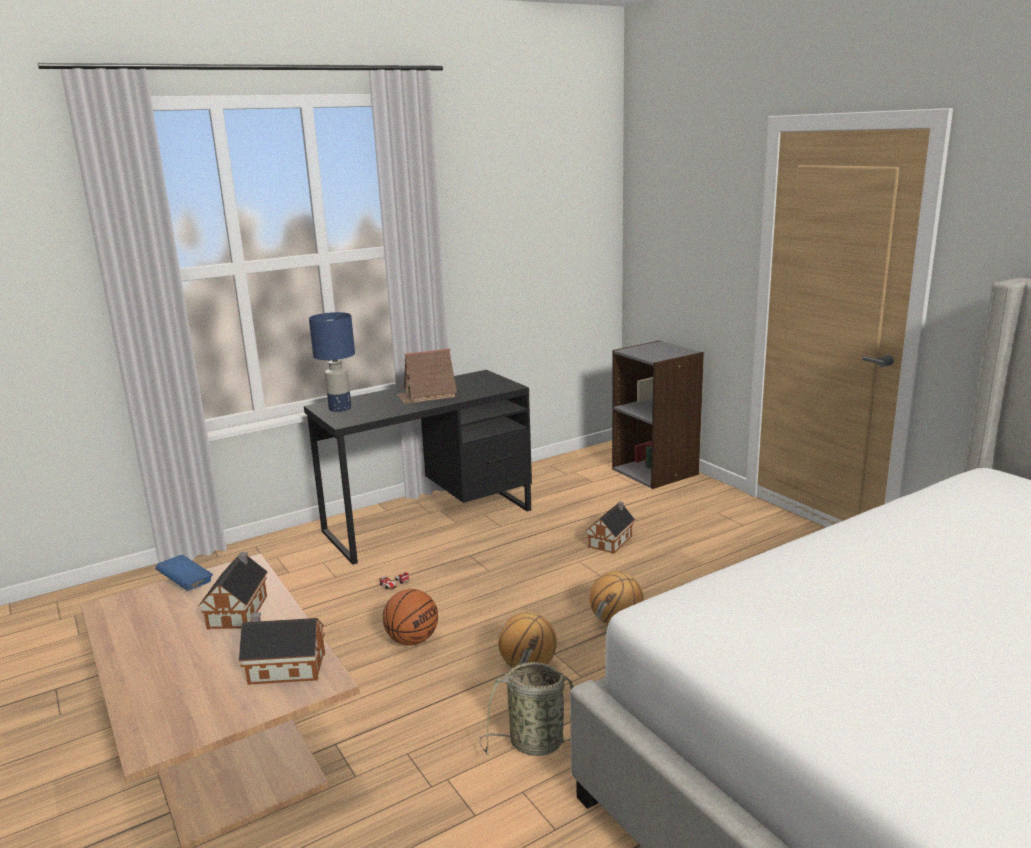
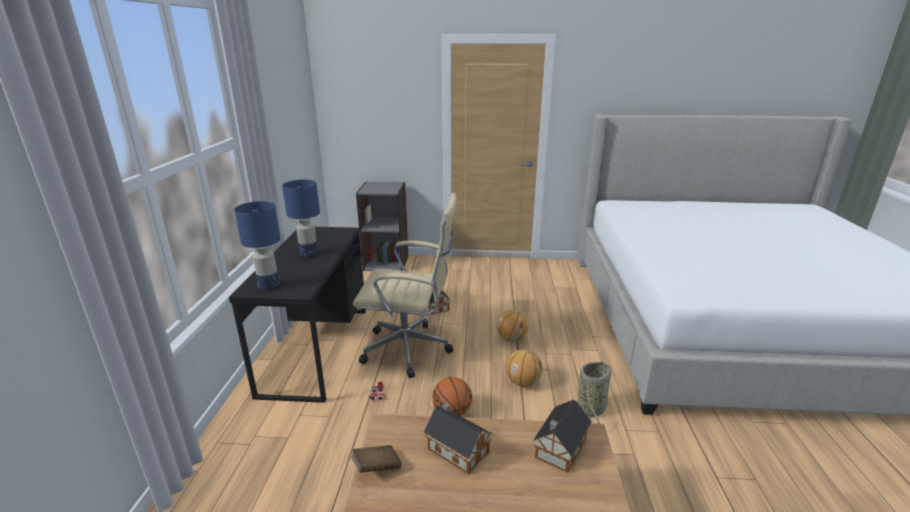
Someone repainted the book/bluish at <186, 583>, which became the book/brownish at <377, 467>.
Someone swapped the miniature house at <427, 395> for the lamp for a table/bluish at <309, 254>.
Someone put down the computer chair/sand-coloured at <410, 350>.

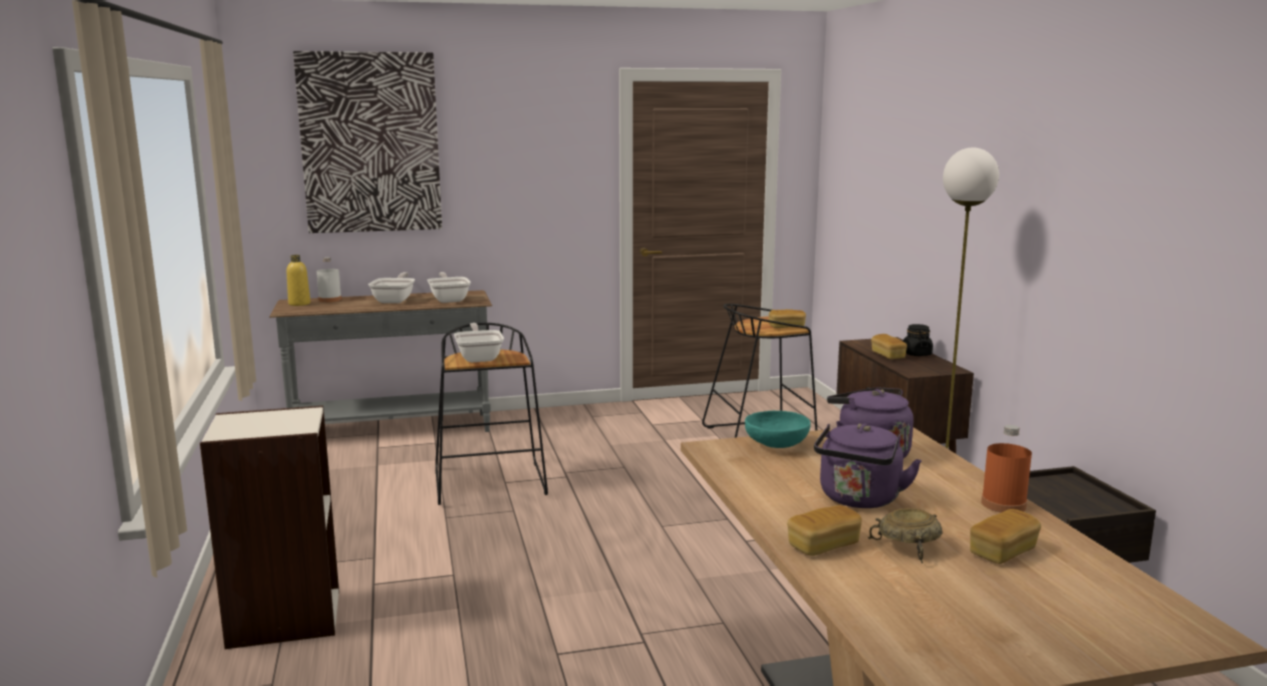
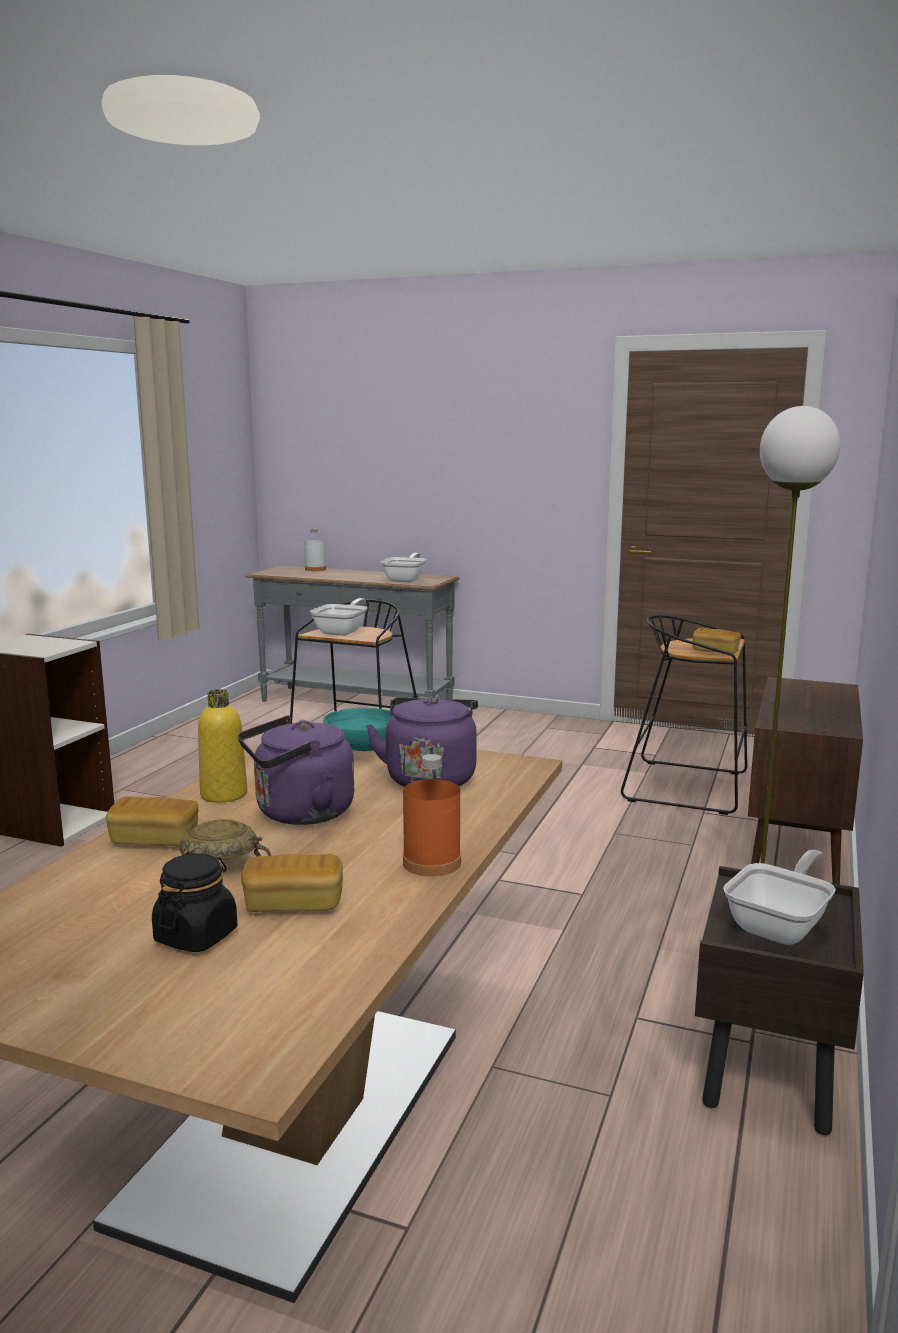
Someone carried the beverage bottle/yellowish from <299, 304> to <224, 794>.
Someone took away the picture at <370, 143>.
Someone carried the skillet from <395, 300> to <781, 926>.
Someone took away the baked bread at <888, 355>.
Someone carried the storage jar/black from <916, 354> to <196, 936>.

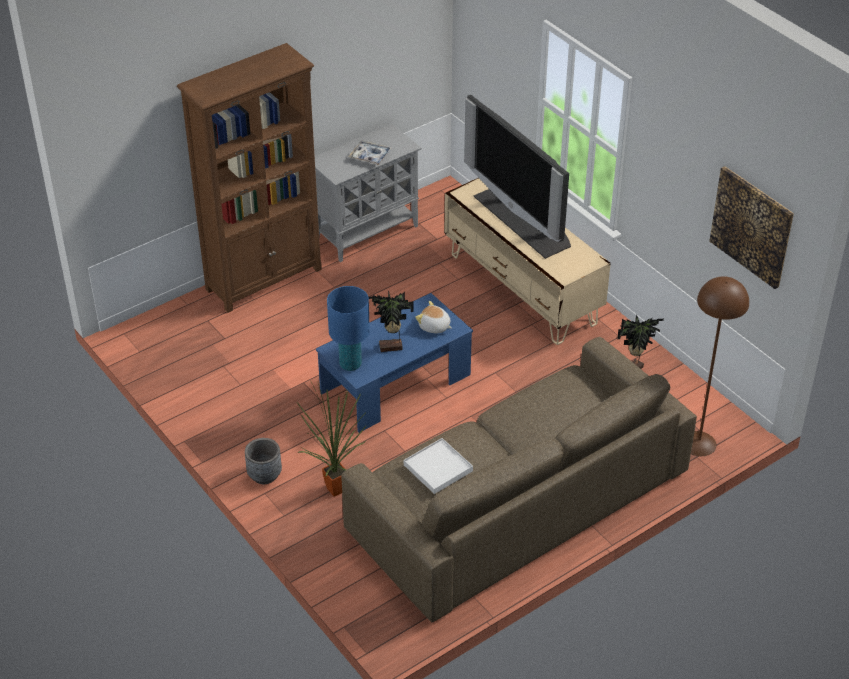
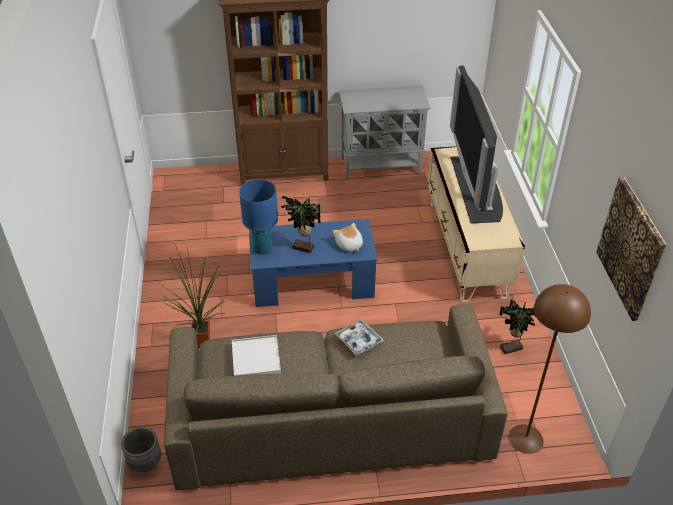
Someone carried the plant pot/grey from <264, 475> to <145, 461>.
Someone carried the serving tray from <370, 156> to <359, 340>.

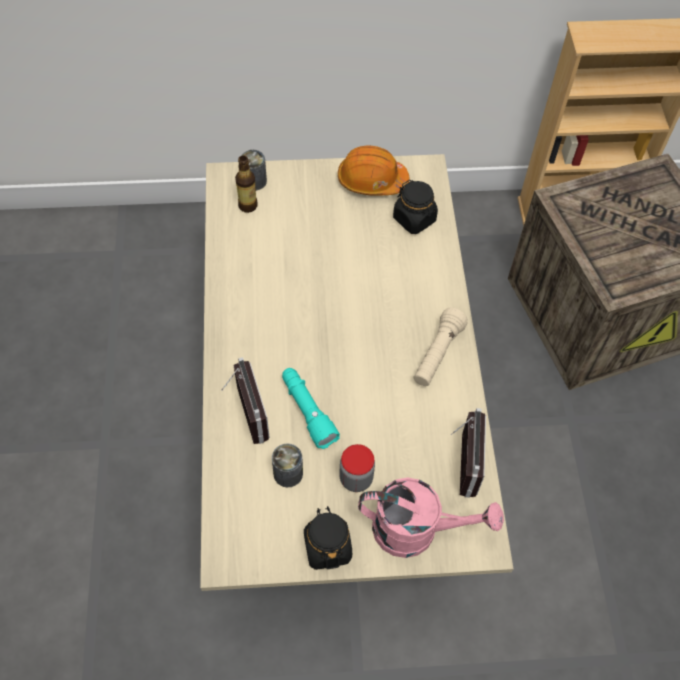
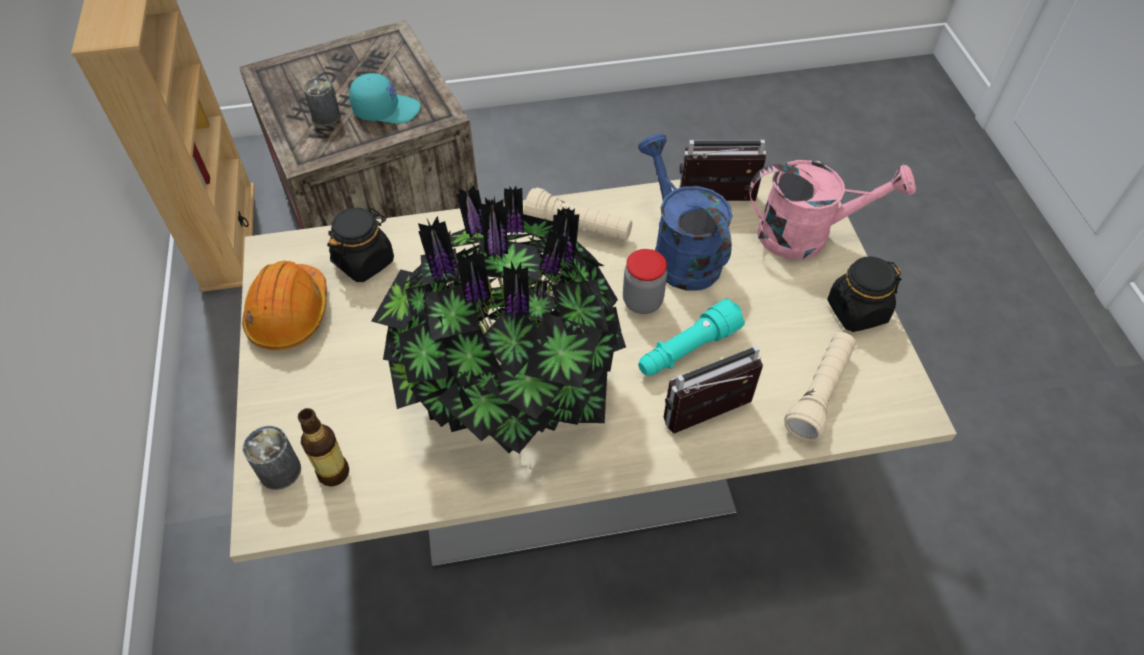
Someone carried the metal can from <288, 473> to <326, 116>.
Someone carried the storage jar from <356, 478> to <642, 301>.
Someone rotated the sprinkling can/pinkish at <417, 530> by 90 degrees clockwise.
Someone put down the cap/blue-green at <386, 109>.
Someone put down the potted plant at <508, 386>.
Someone put down the sprinkling can/bluish at <679, 252>.
Someone put down the torch/sand-coloured at <819, 393>.

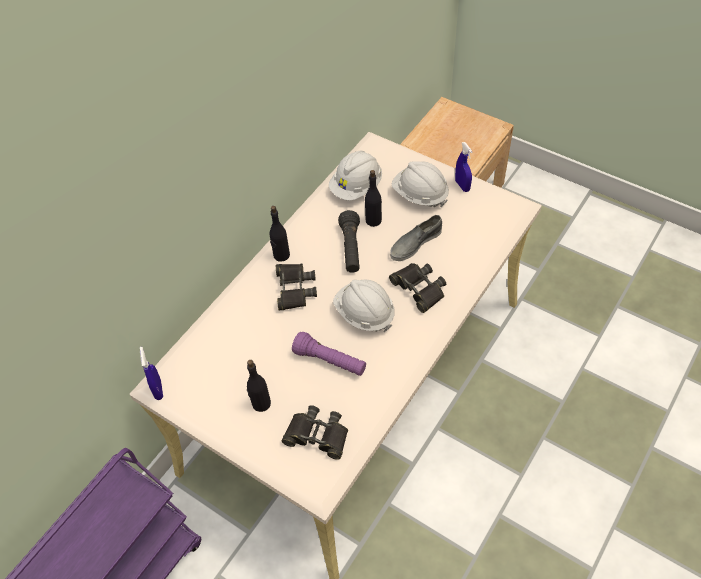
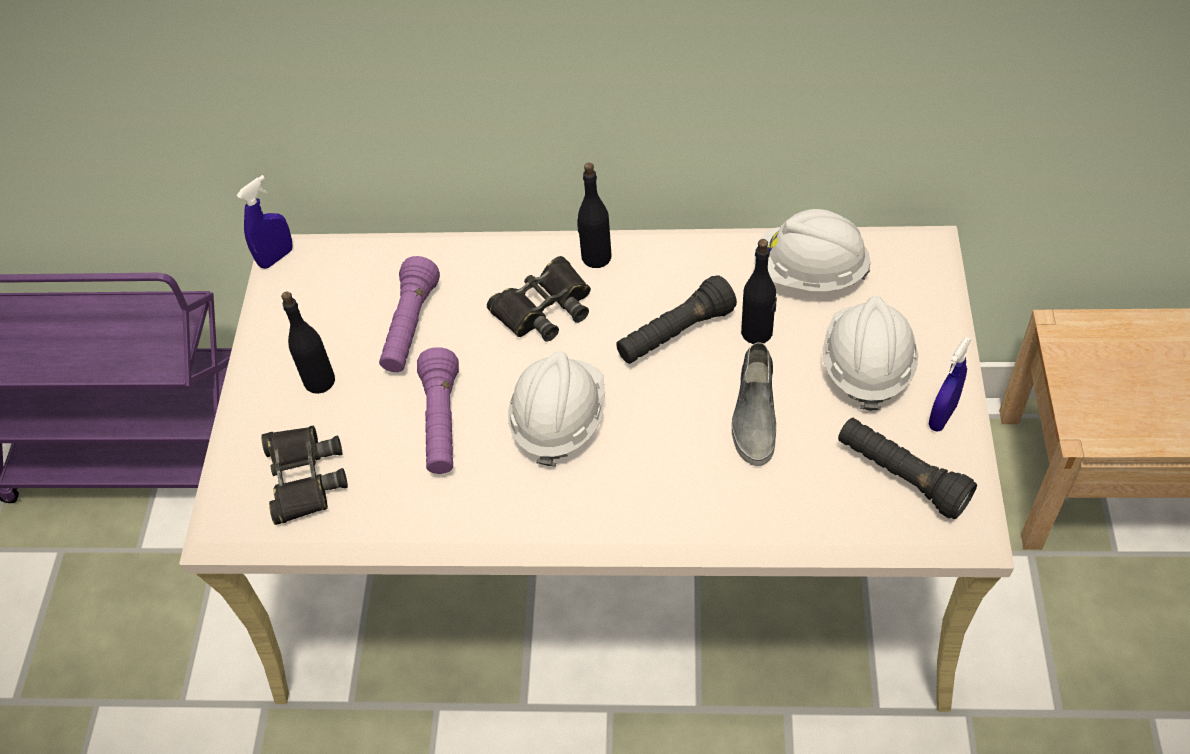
Someone took away the pair of binoculars/black at <419, 289>.
Someone rotated the low shoe/grey at <415, 243> by 105 degrees counterclockwise.
Someone put down the torch/purplish at <410, 327>.
Someone put down the torch/black at <901, 476>.

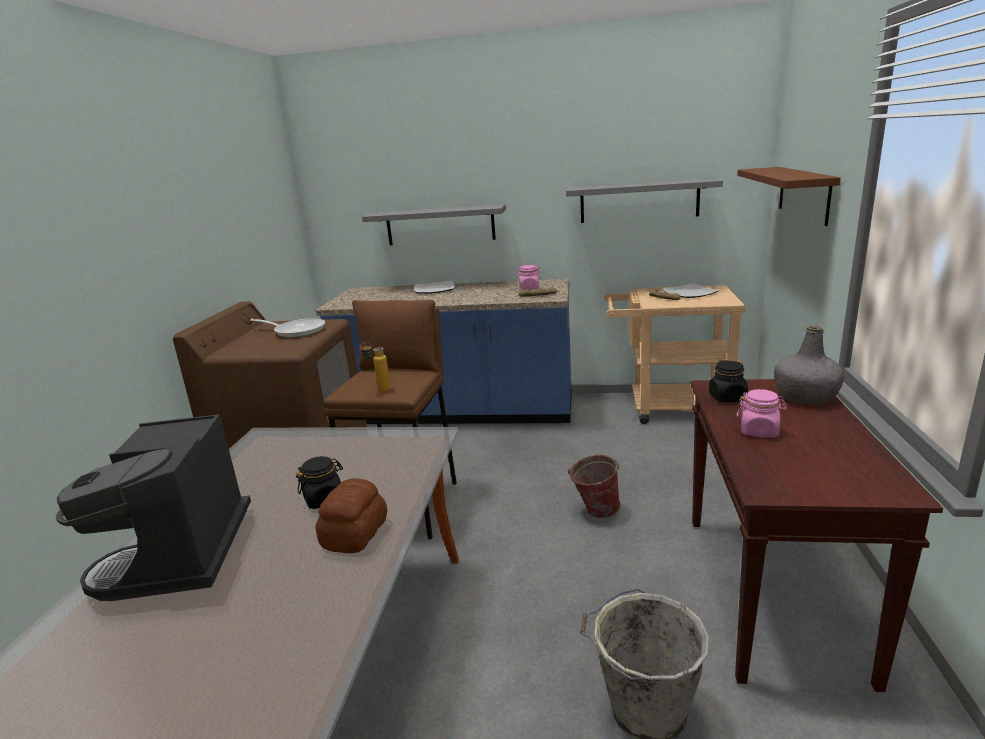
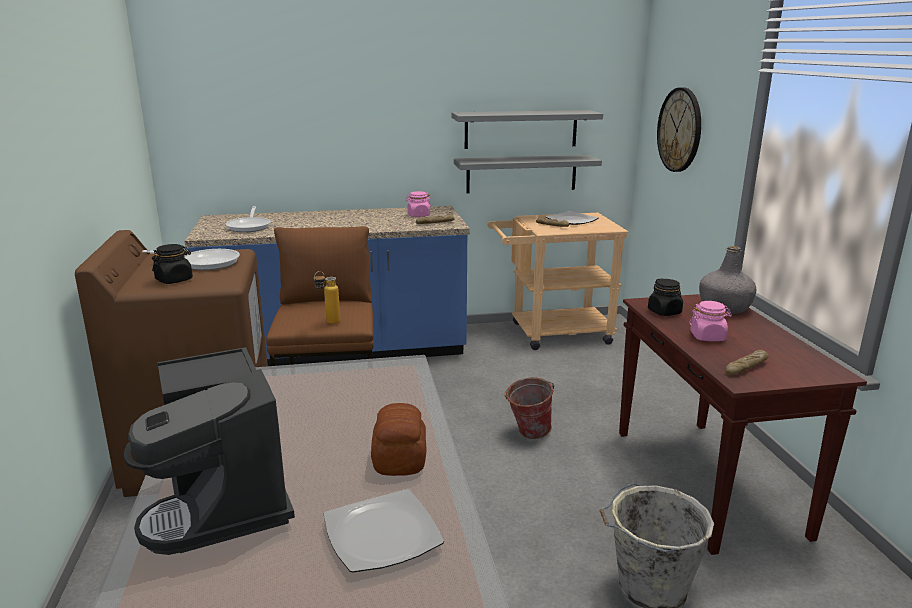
Someone carried the storage jar/black from <324, 499> to <174, 280>.
Someone carried the shelf/grey from <440, 225> to <521, 174>.
Someone carried the flat dish from <435, 289> to <383, 533>.
Someone swapped the shelf/brownish at <803, 194> for the wall clock at <680, 130>.
Someone put down the skillet at <250, 226>.
Someone put down the baked bread at <746, 367>.

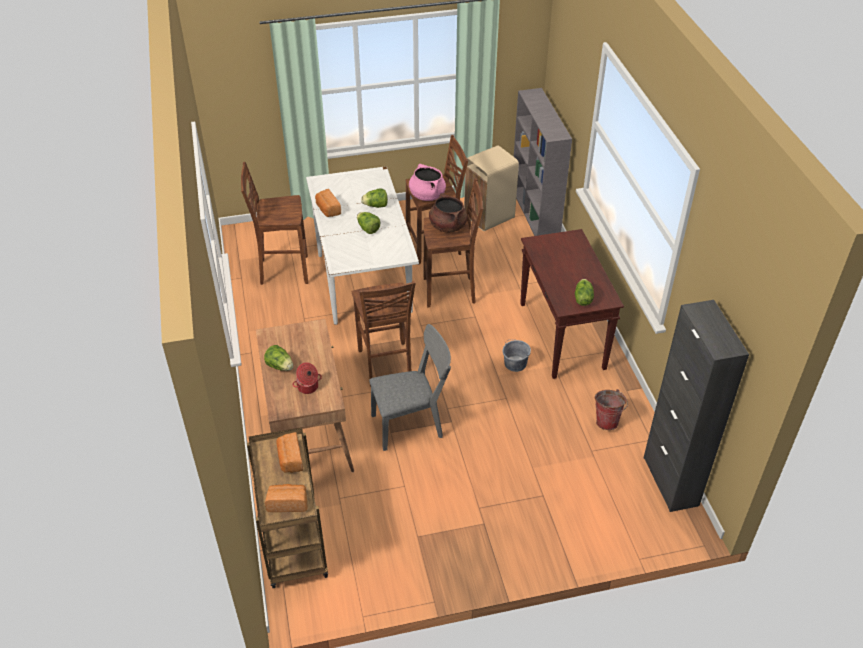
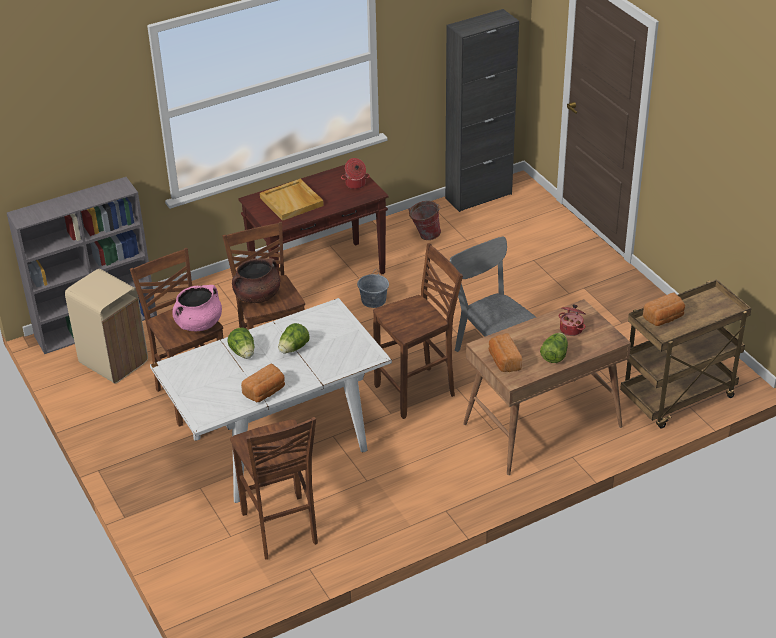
Someone carried the baked bread from <288, 503> to <503, 361>.
Someone swapped the lettuce head at <582, 299> for the cooking pot at <355, 184>.
Someone put down the serving tray/sand-coloured at <292, 202>.

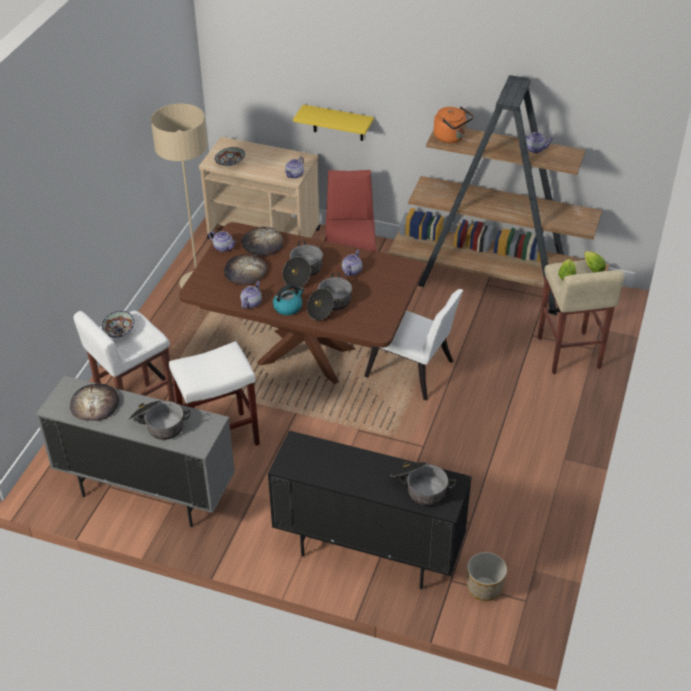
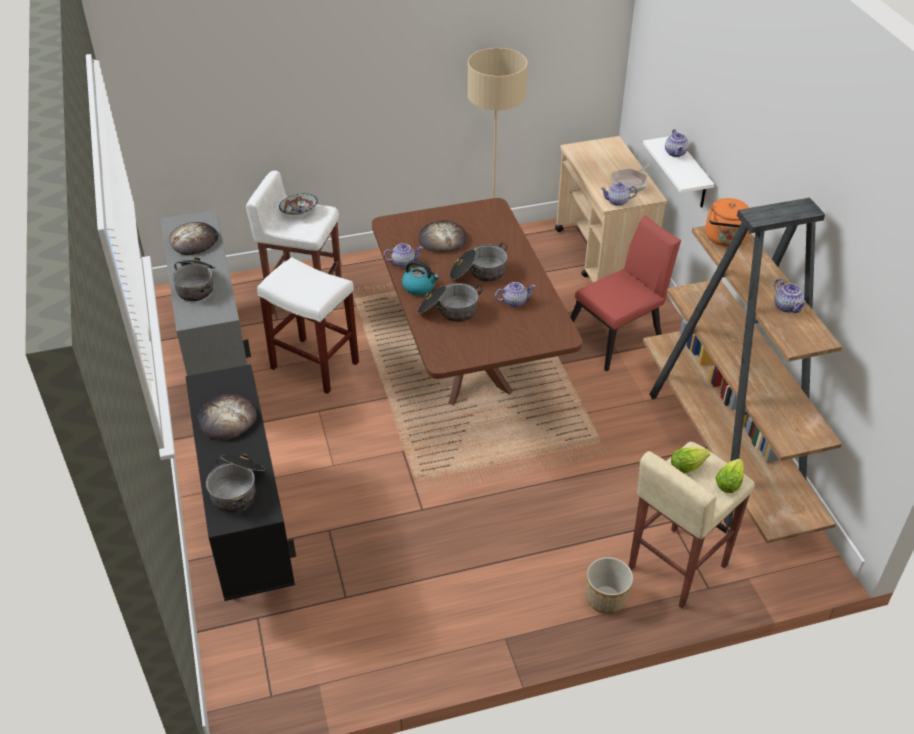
Someone carried the tea pot from <224, 248> to <675, 153>.
Someone took away the bowl at <230, 163>.
Someone carried the baked bread from <262, 244> to <227, 419>.
Someone repainted the shelf/yellowish at <338, 123>, which became the shelf/white at <691, 174>.
Someone took away the plain chair/white at <413, 372>.
Someone carried the plant pot from <484, 587> to <606, 598>.
Someone put down the skillet at <630, 182>.

